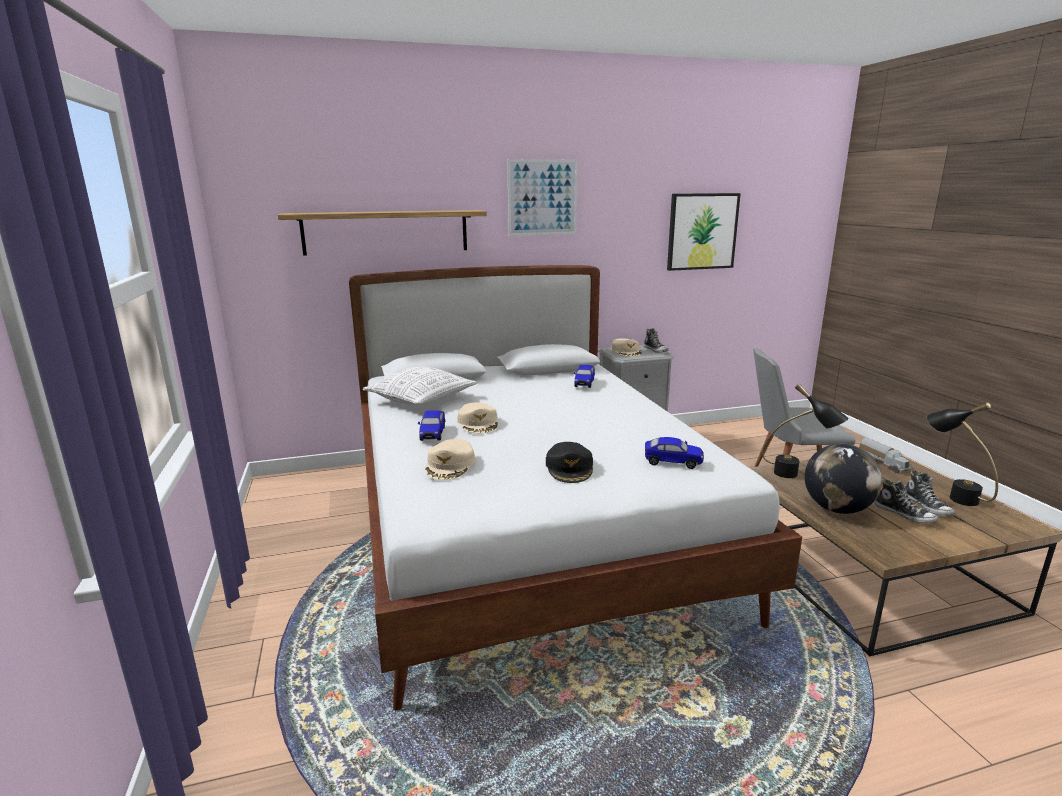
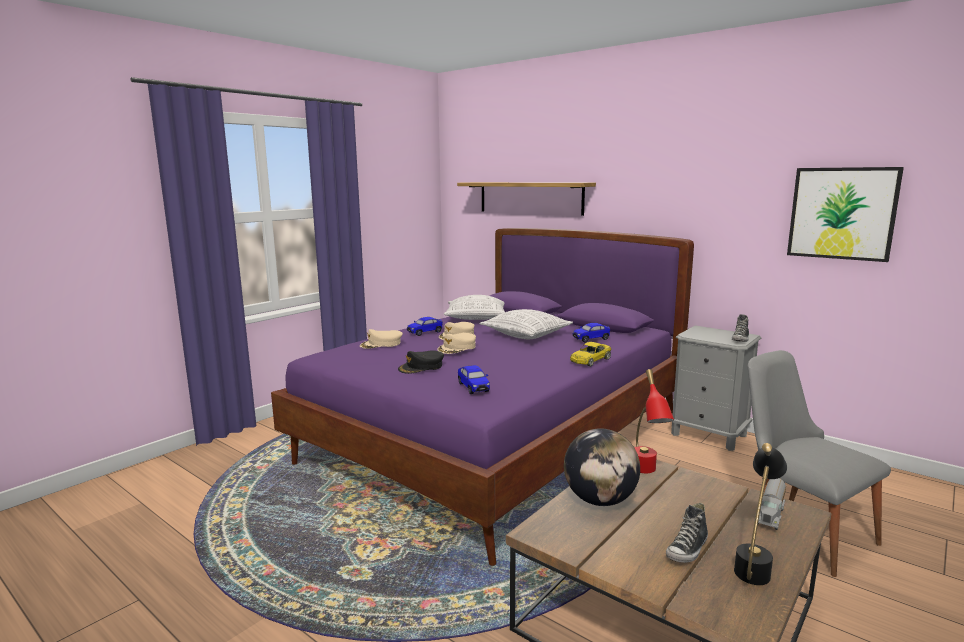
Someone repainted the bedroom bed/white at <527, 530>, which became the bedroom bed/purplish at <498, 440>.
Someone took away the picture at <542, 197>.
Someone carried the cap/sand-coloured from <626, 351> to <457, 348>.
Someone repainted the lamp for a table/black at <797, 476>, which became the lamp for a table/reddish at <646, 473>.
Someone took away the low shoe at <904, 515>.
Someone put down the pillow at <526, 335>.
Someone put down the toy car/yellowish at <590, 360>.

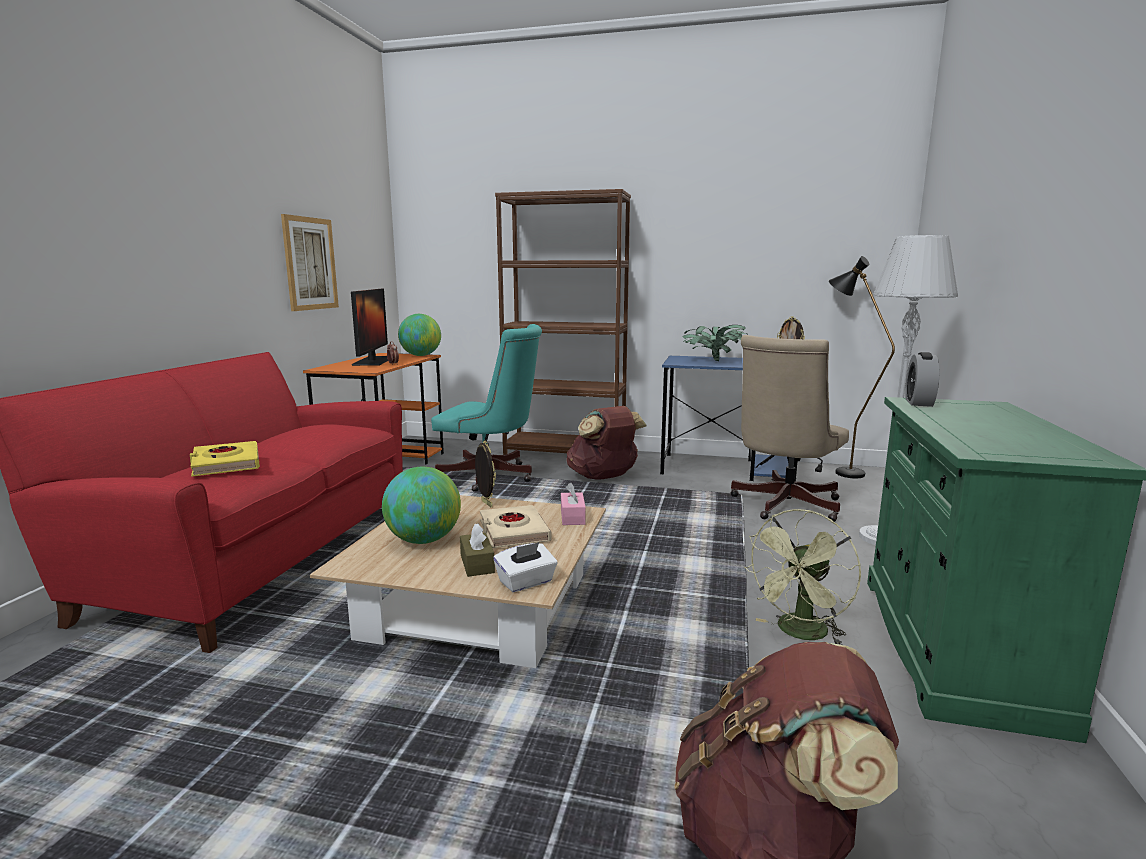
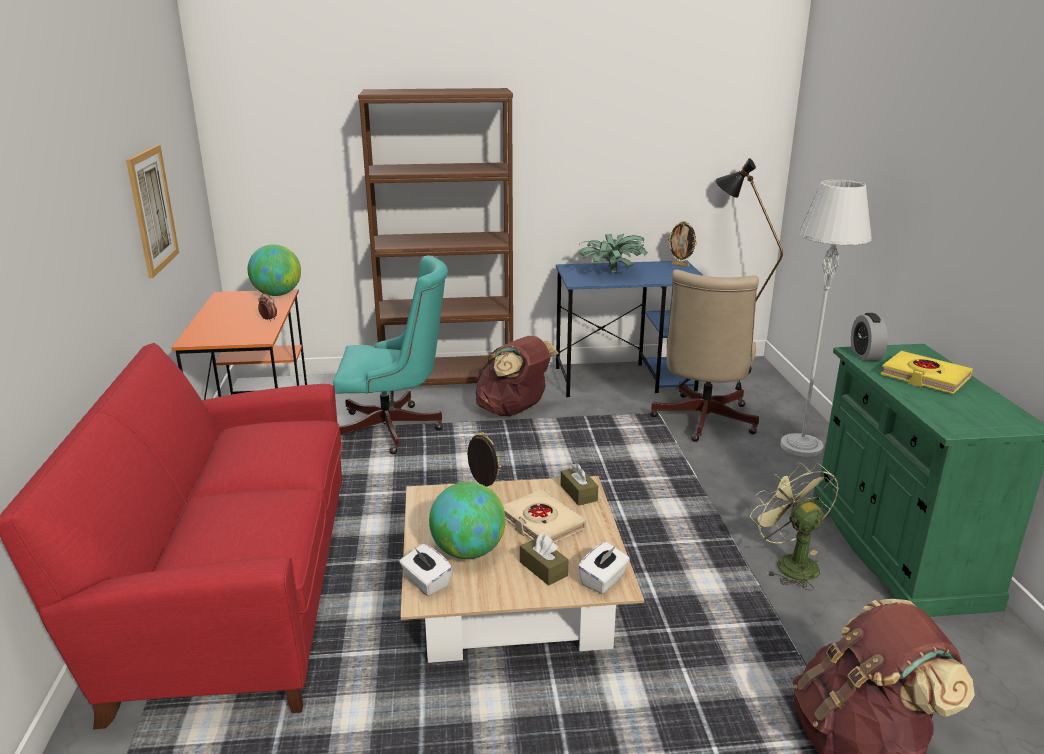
Someone carried the book/yellowish from <226, 464> to <924, 377>.
Someone took away the monitor at <373, 361>.
Someone repainted the tissue holder/pinkish at <572, 517>, which became the tissue holder/brownish at <578, 493>.
Someone rotated the fan/green-coloured at <799, 634> by 135 degrees clockwise.
Someone put down the tissue holder/white at <426, 582>.

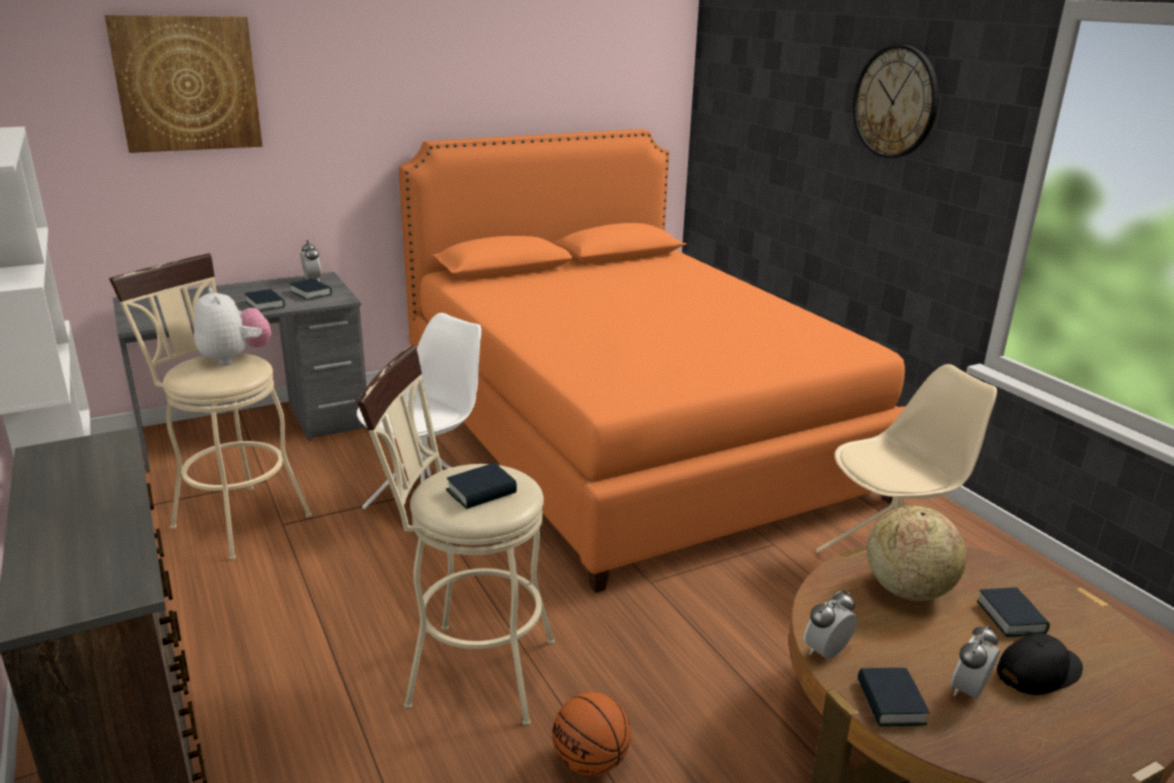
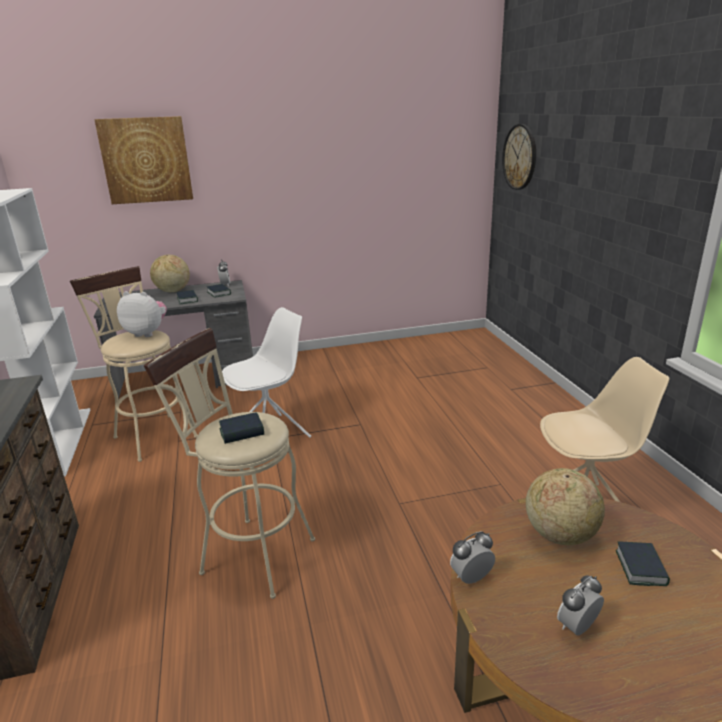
Someone rotated the plush toy at <234, 358> by 60 degrees counterclockwise.
Someone took away the bedroom bed/orangey at <628, 435>.
Someone took away the ball for basketball at <590, 762>.
Someone carried the wall clock from <895, 102> to <520, 157>.
Someone took away the book at <890, 703>.
Someone took away the cap/black at <1038, 672>.
Someone put down the desk globe at <172, 291>.

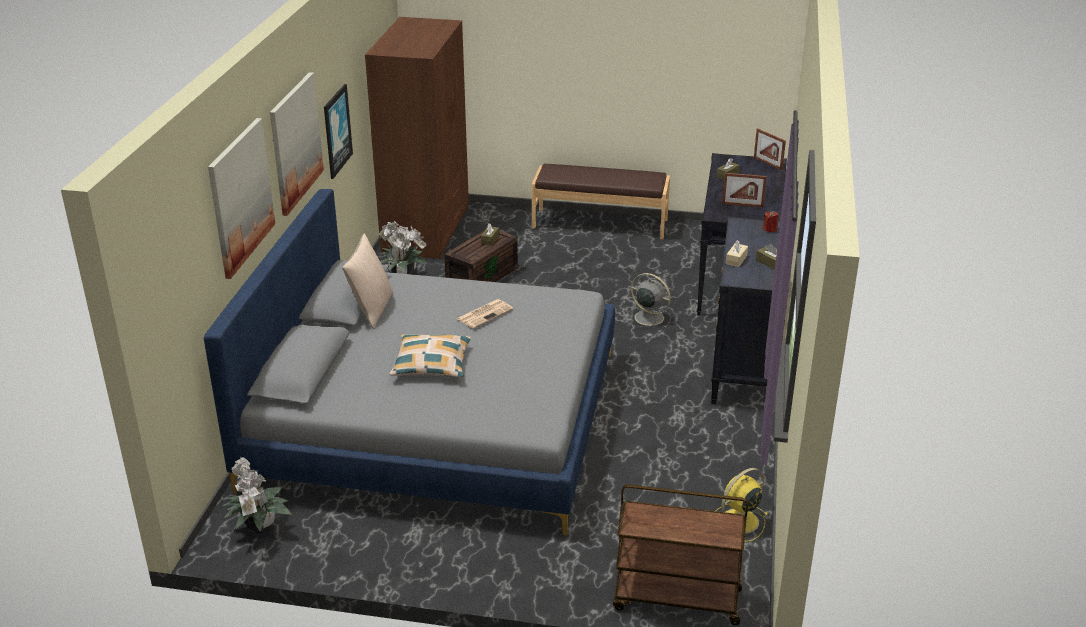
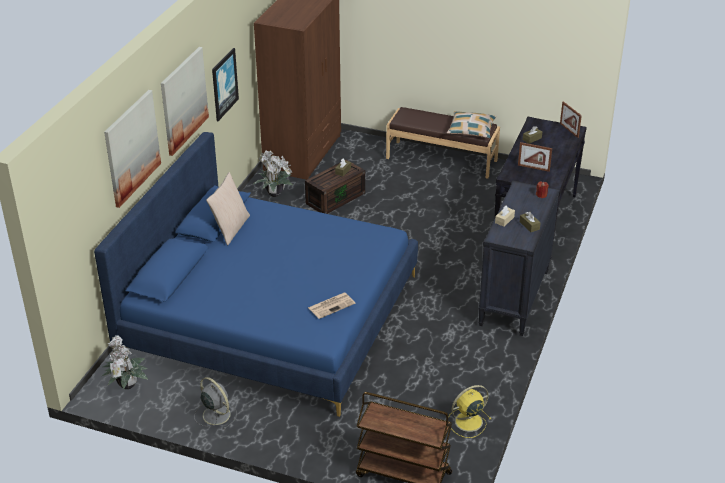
Someone repainted the bedroom bed/grey at <436, 418>, which became the bedroom bed/bluish at <270, 315>.
Someone carried the pillow from <431, 364> to <471, 129>.
Someone carried the daily paper from <485, 314> to <332, 305>.
Someone carried the fan/grey from <647, 317> to <215, 414>.

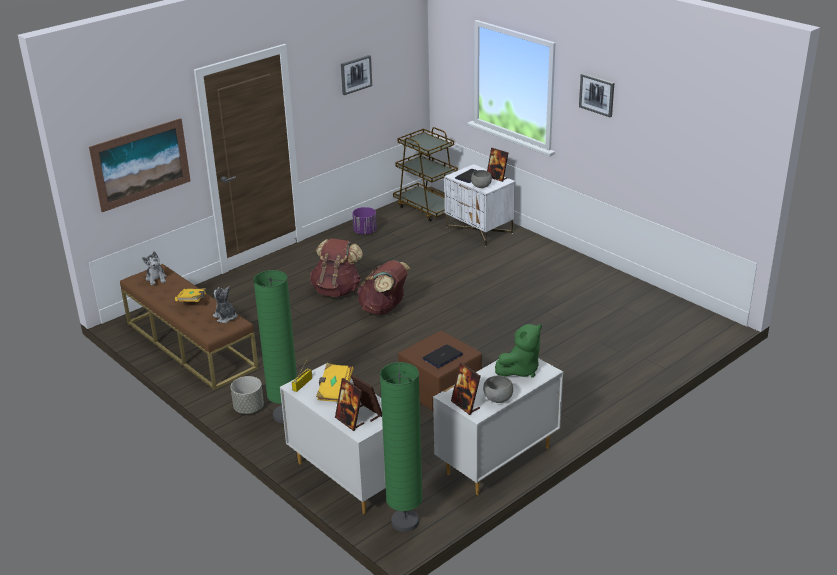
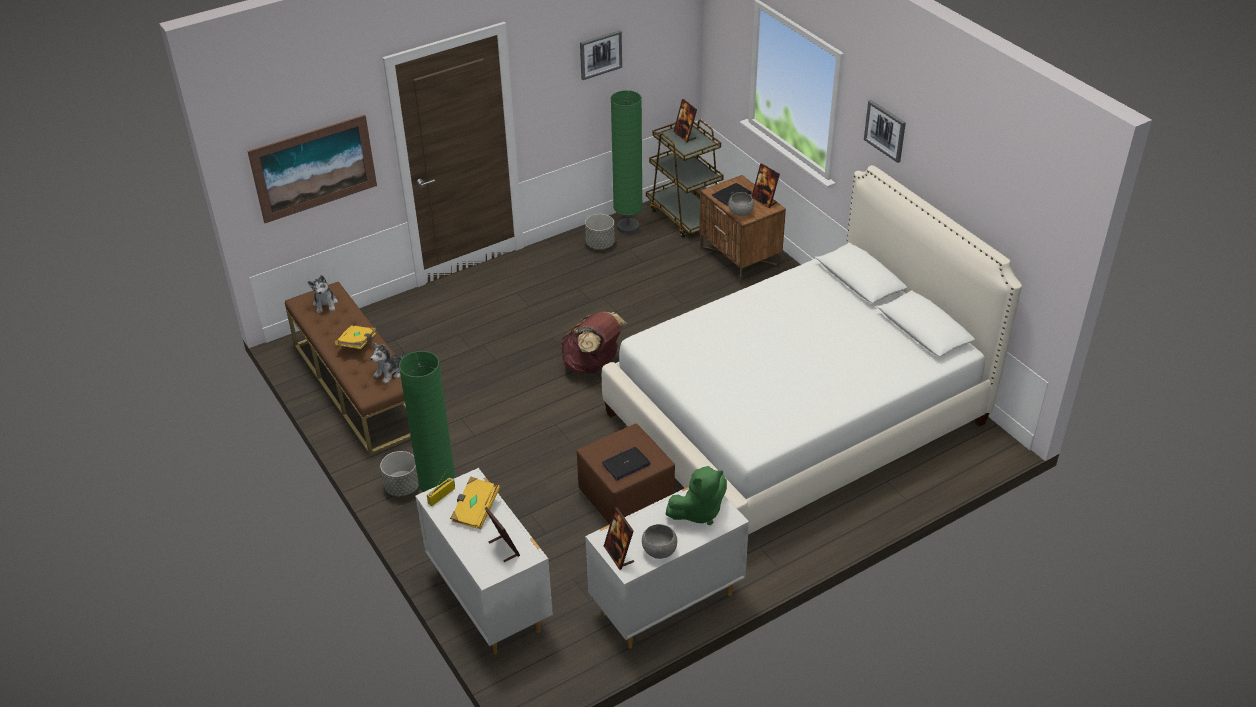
Someone rotated the plush toy at <226, 317> by 105 degrees counterclockwise.
Someone took away the knapsack/brownish at <337, 290>.
Someone carried the picture frame from <349, 421> to <685, 135>.
Someone repainted the plant pot/purplish at <365, 232>, which became the plant pot/grey at <600, 244>.
Someone carried the standing lamp/green-coloured from <405, 522> to <628, 227>.
Someone repainted the bedside table/white at <479, 230>, which became the bedside table/brownish at <740, 259>.
Someone put down the bedroom bed/white at <797, 418>.

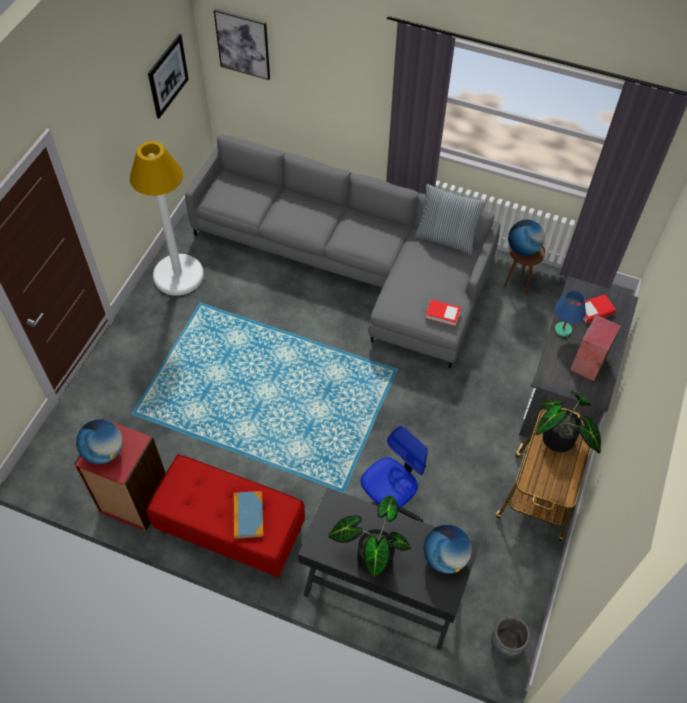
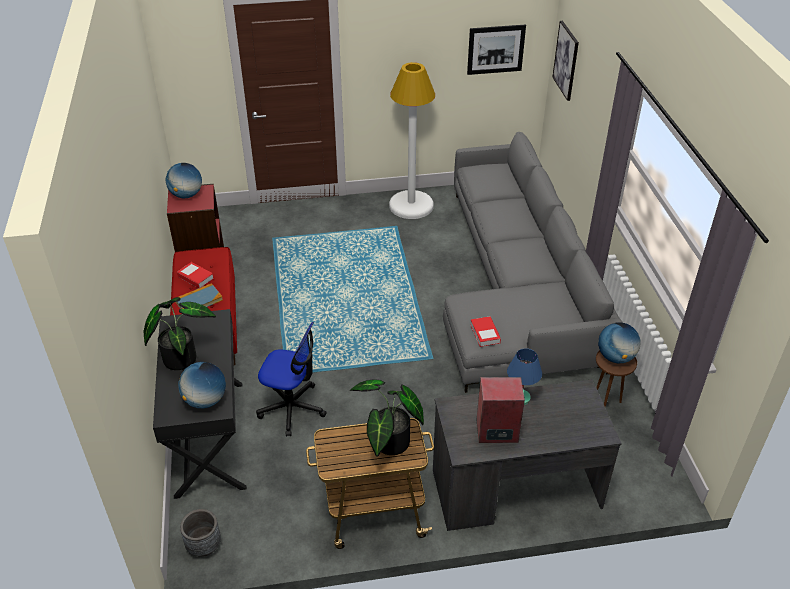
Someone took away the pillow at <446, 238>.
Someone carried the book from <594, 311> to <195, 277>.

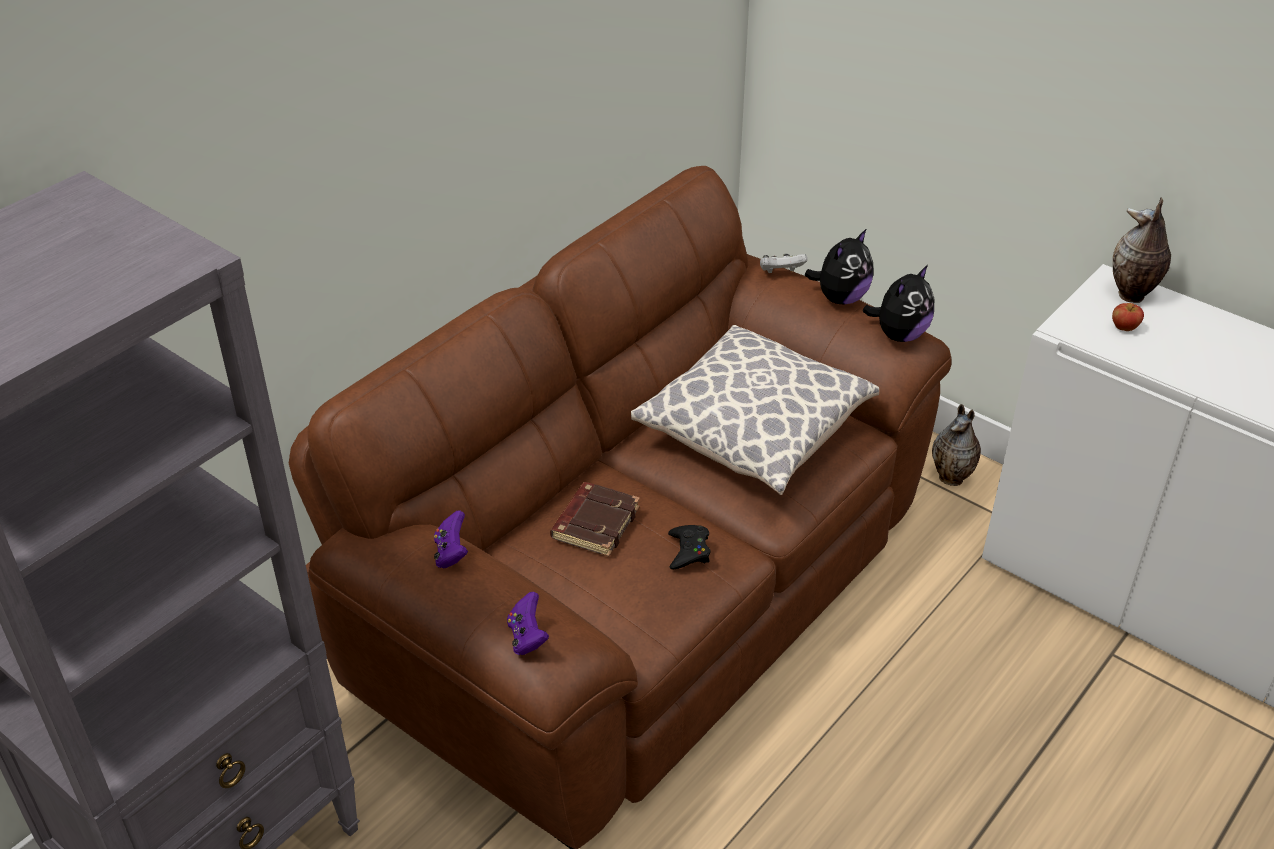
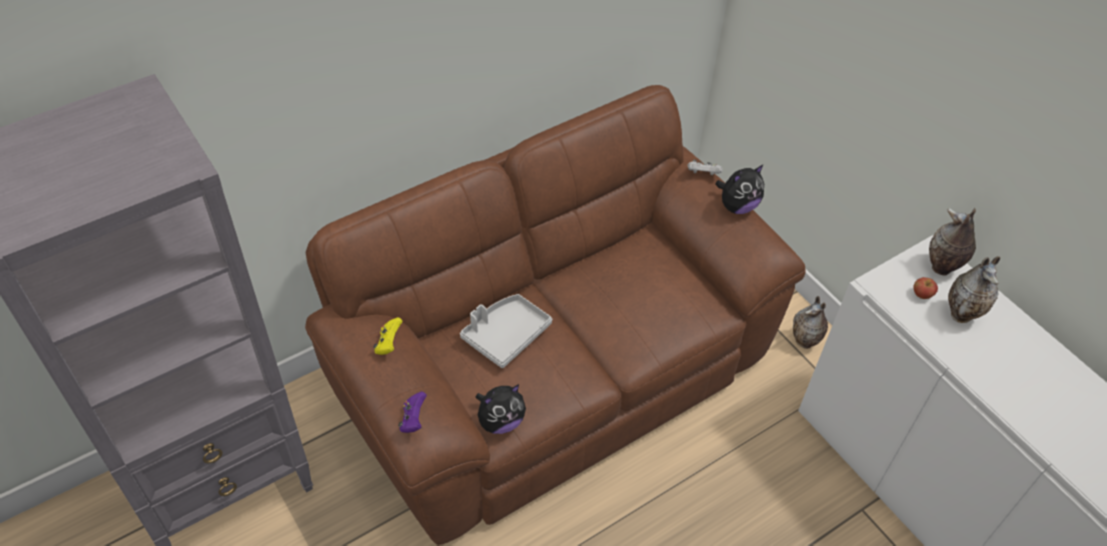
Someone repainted the game controller/purplish at <451, 553>, which became the game controller/yellowish at <388, 344>.
Someone swapped the book/brownish at <595, 523> for the serving tray/grey at <505, 335>.
Someone took away the pillow at <753, 433>.
Someone took away the game controller/black at <689, 551>.
Someone carried the plush toy from <899, 335> to <500, 421>.
Someone put down the vase at <962, 314>.

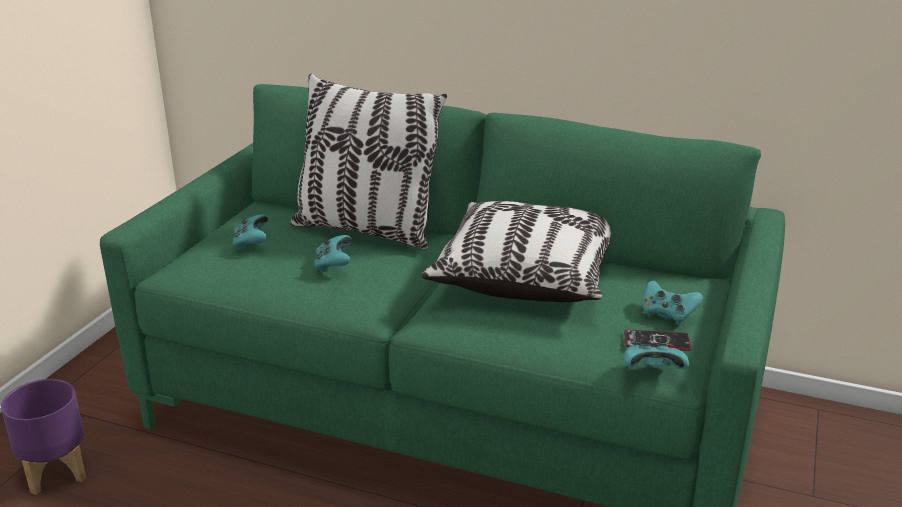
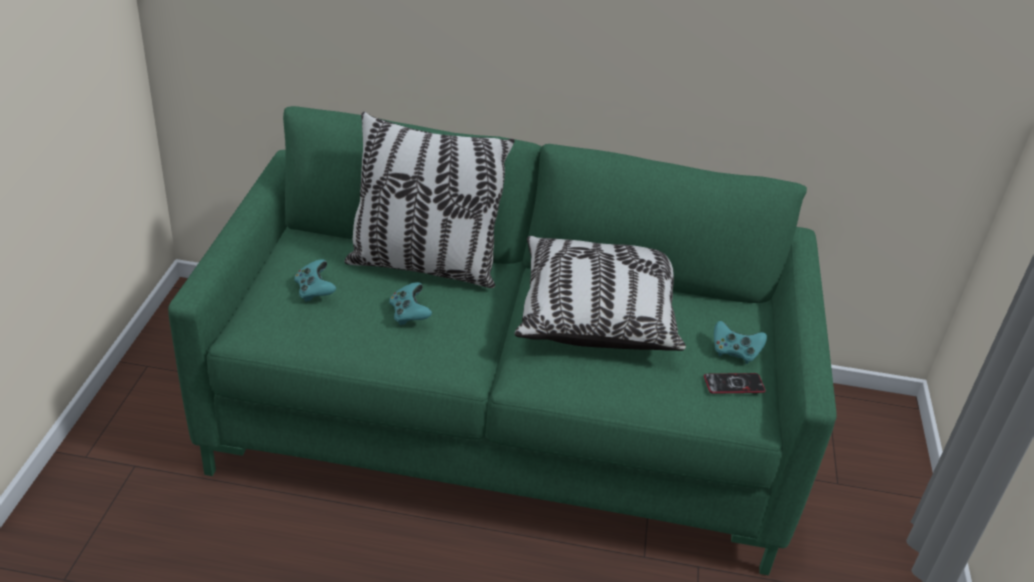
Someone took away the plant pot/purplish at <56, 471>.
Someone took away the game controller/blue-green at <652, 371>.

